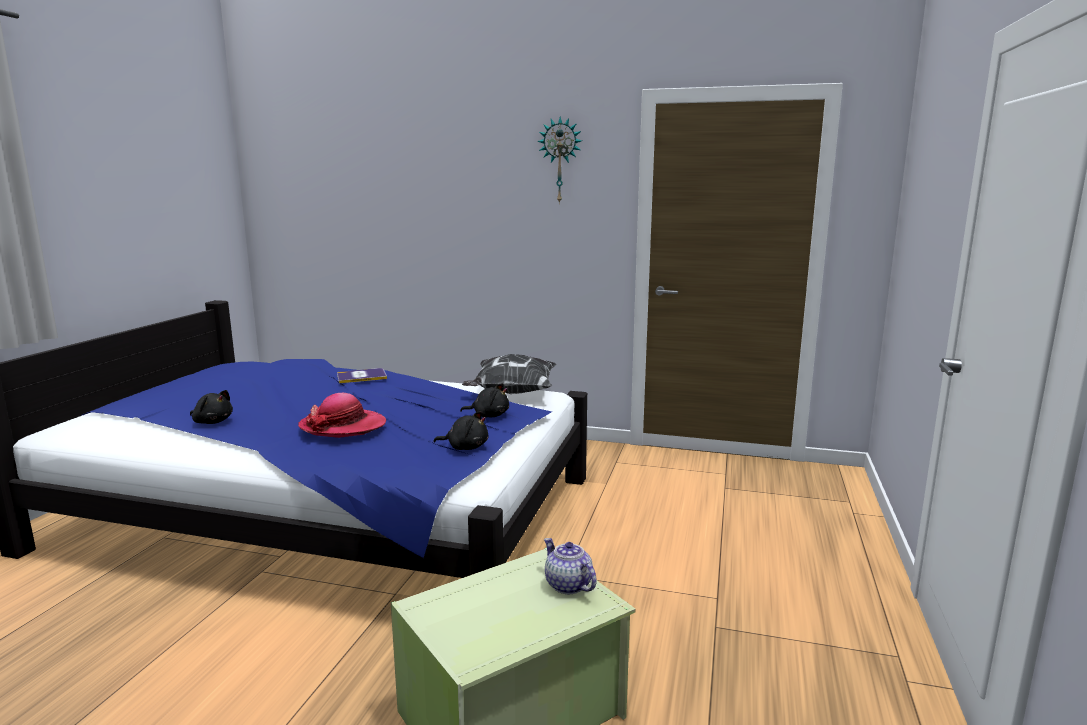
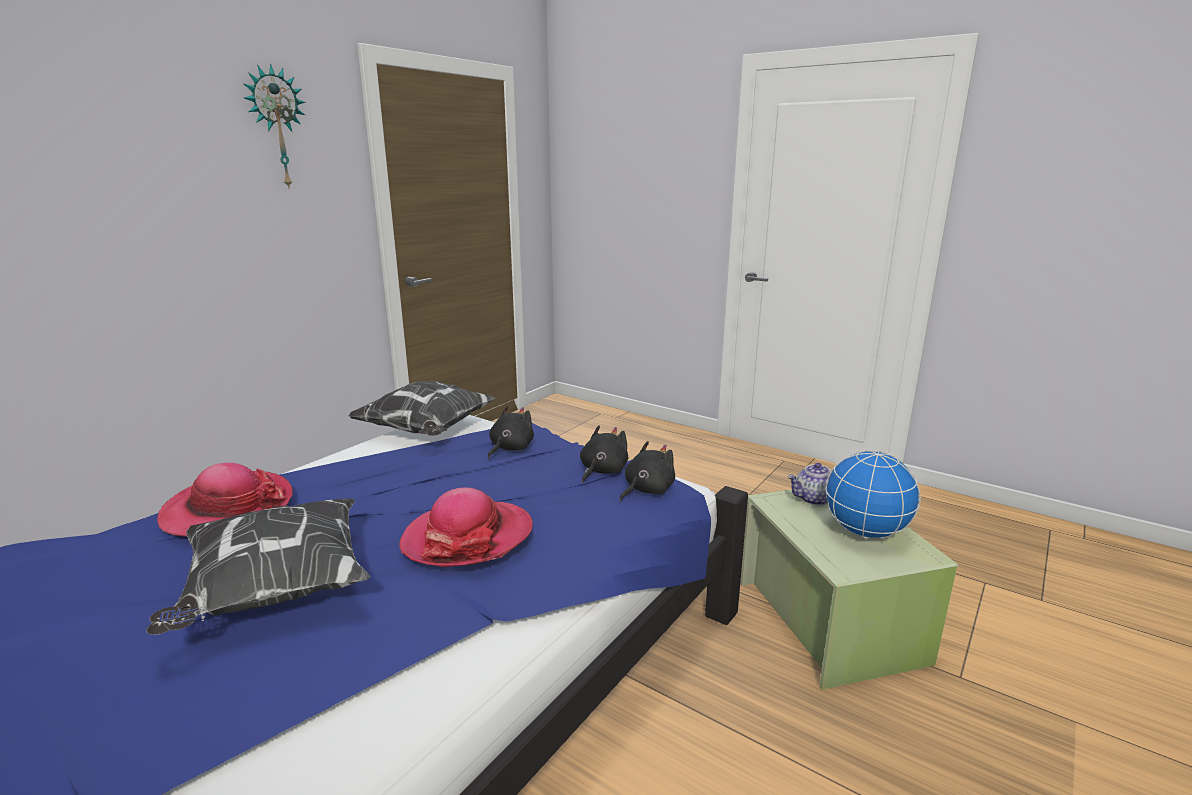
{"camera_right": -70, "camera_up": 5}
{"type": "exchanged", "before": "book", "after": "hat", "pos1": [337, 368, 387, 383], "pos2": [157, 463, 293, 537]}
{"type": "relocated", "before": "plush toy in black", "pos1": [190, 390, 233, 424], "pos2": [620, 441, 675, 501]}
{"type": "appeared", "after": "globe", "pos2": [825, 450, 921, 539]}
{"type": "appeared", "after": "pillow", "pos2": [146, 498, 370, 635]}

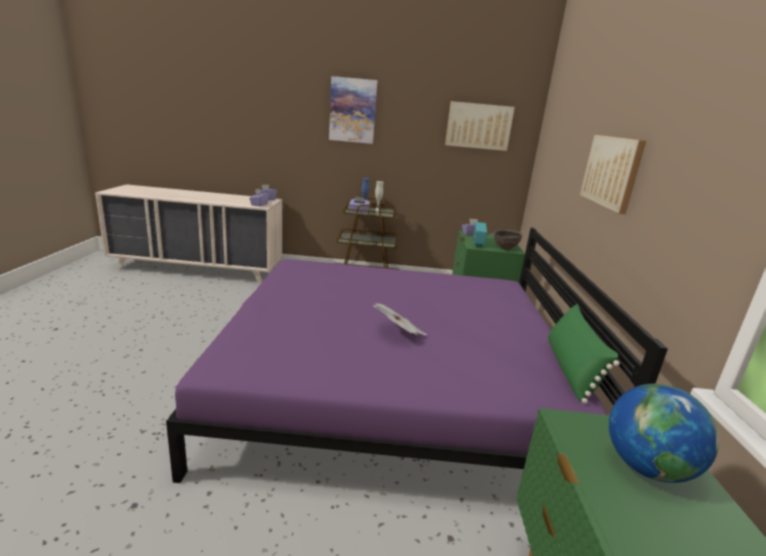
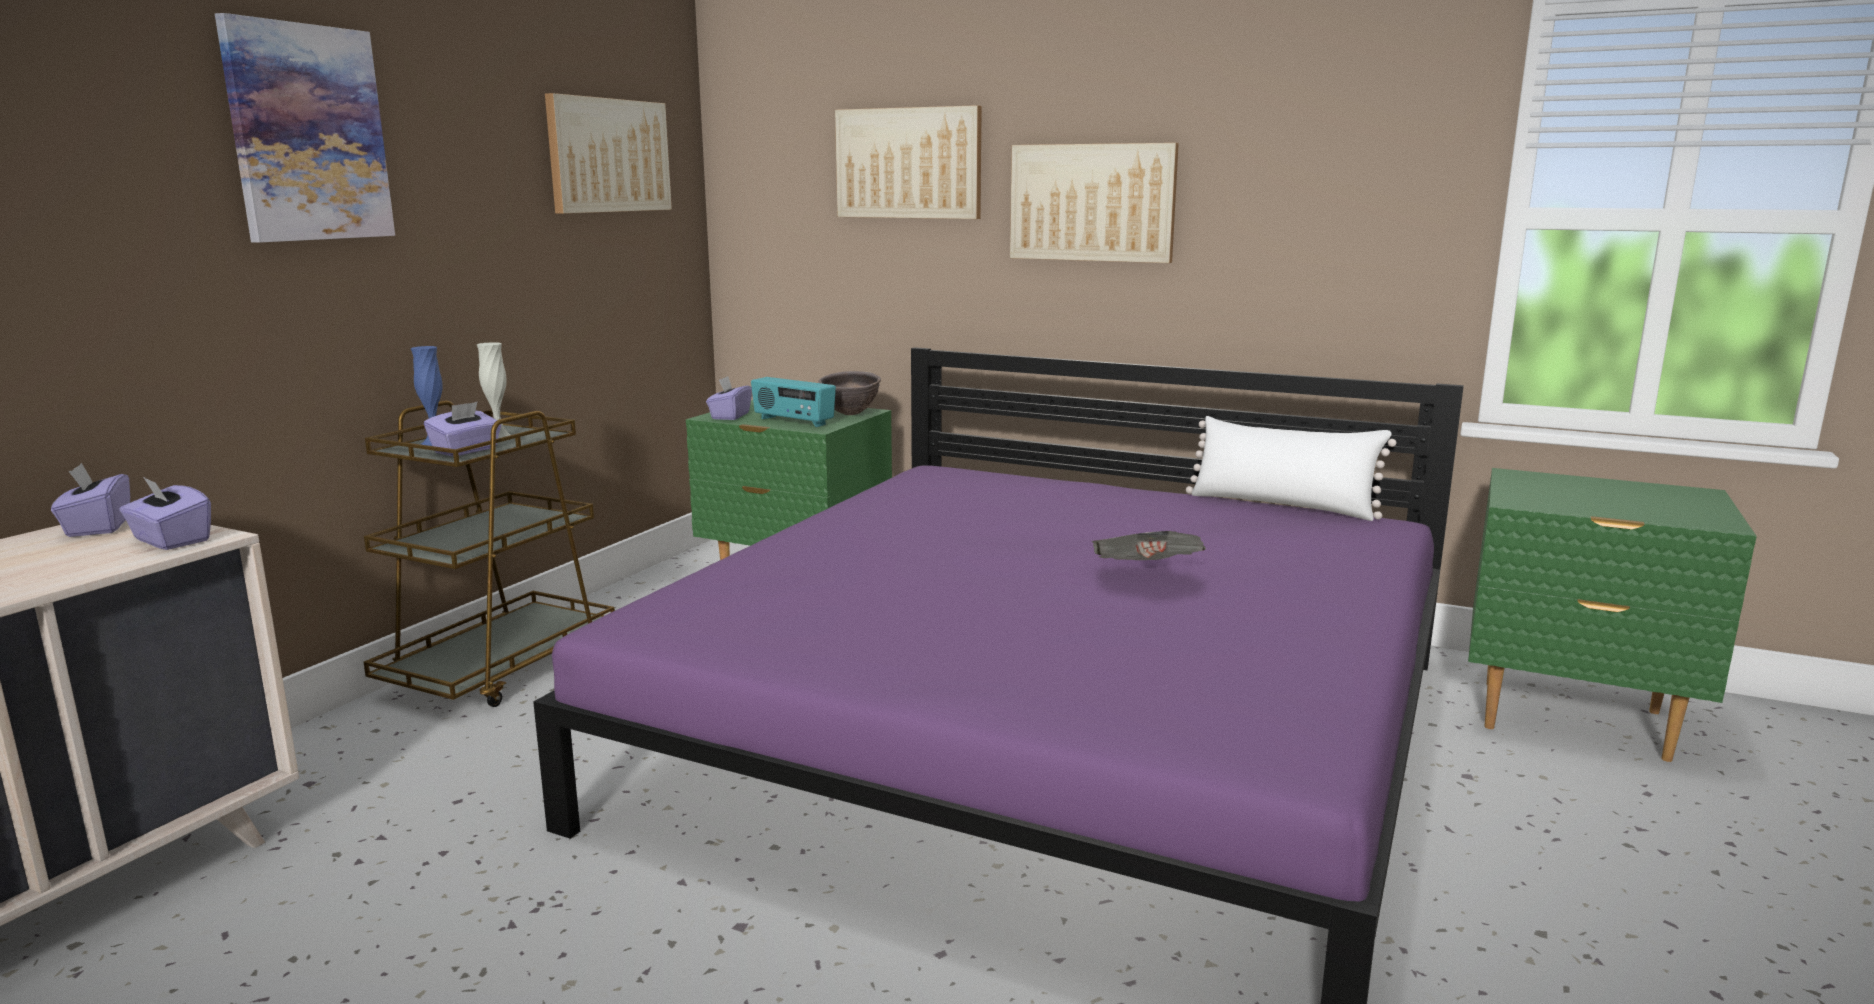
{"camera_right": -65, "camera_up": -5}
{"type": "colour", "before": "pillow in green", "after": "pillow in white", "pos1": [548, 304, 620, 404], "pos2": [1186, 416, 1397, 521]}
{"type": "missing", "before": "globe", "pos1": [609, 384, 719, 483]}
{"type": "appeared", "after": "picture", "pos2": [835, 105, 982, 219]}

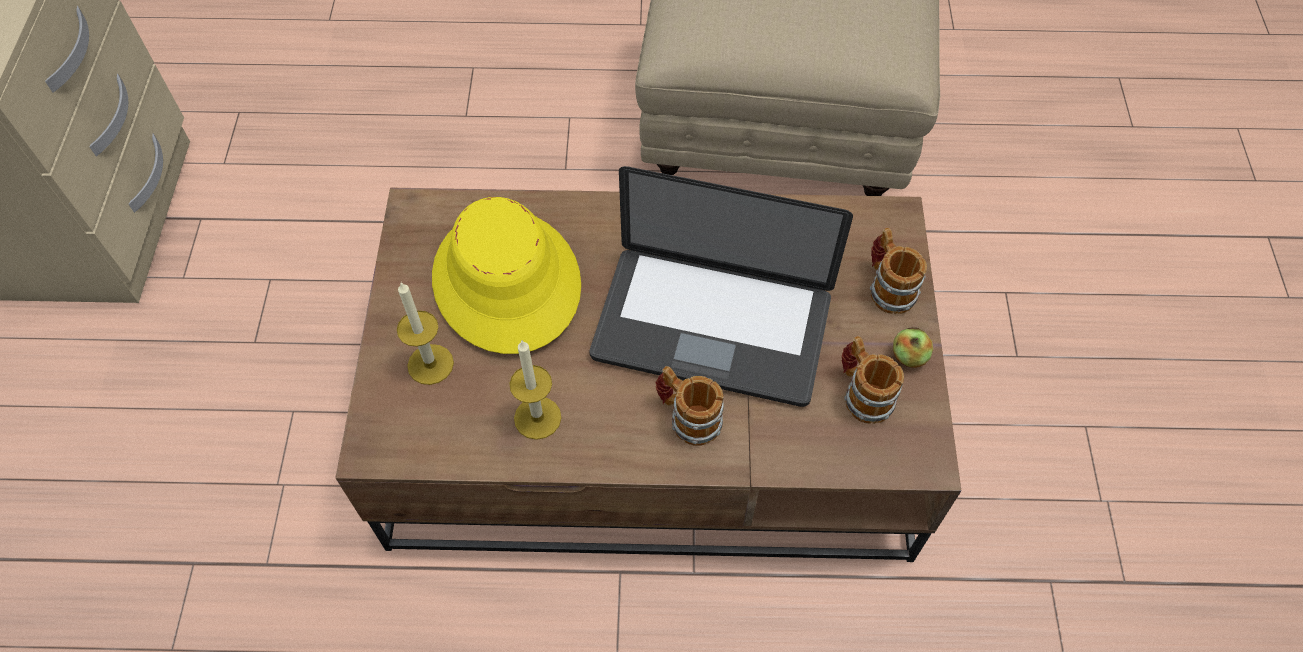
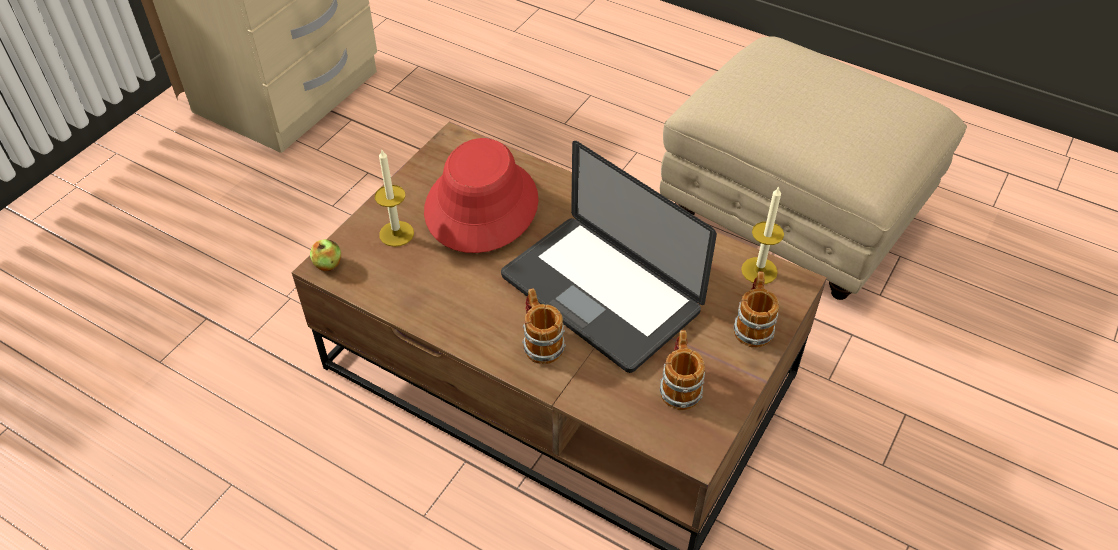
{"camera_right": 30, "camera_up": -10}
{"type": "colour", "before": "hat in yellow", "after": "hat in red", "pos1": [432, 197, 581, 354], "pos2": [424, 138, 539, 253]}
{"type": "relocated", "before": "apple", "pos1": [893, 327, 933, 368], "pos2": [310, 239, 341, 271]}
{"type": "relocated", "before": "candle", "pos1": [509, 341, 561, 440], "pos2": [741, 186, 784, 284]}

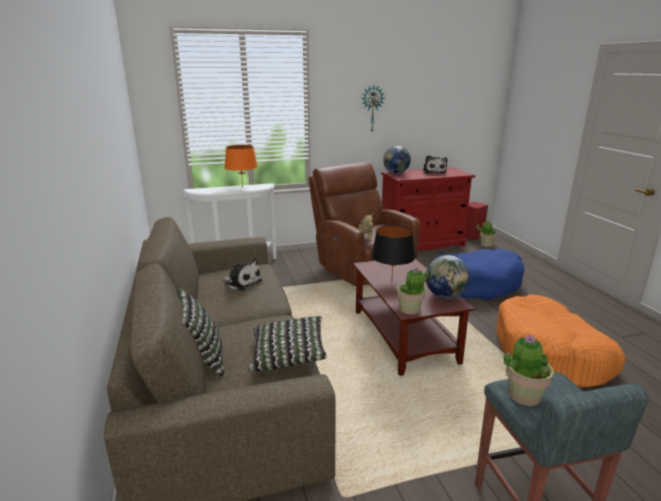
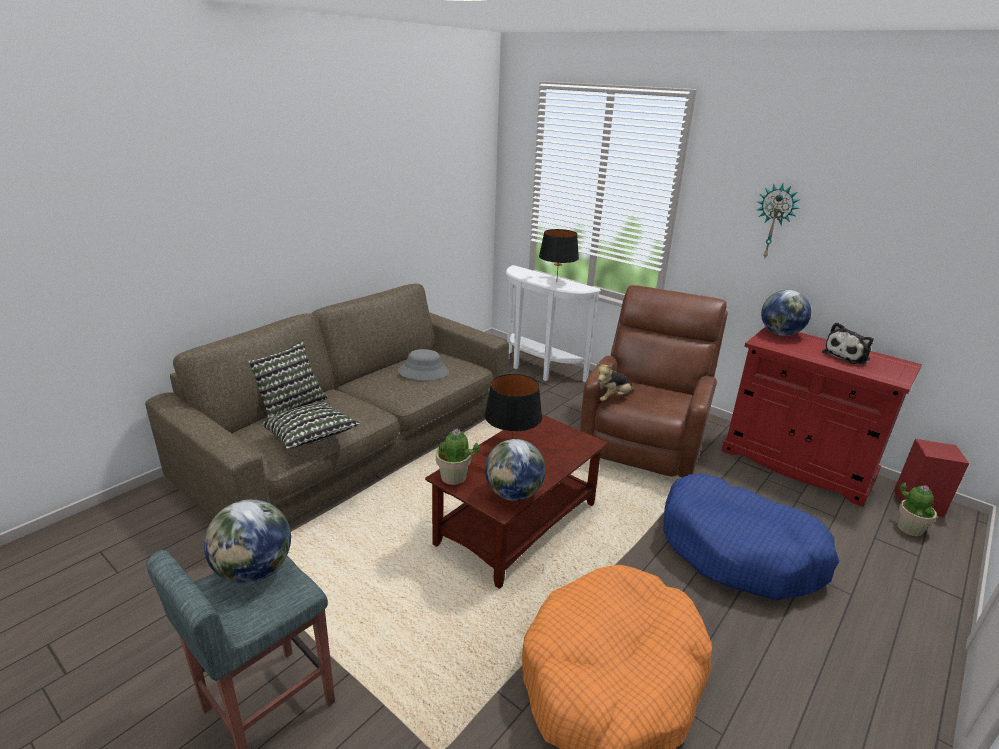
{"camera_right": 55, "camera_up": 5}
{"type": "colour", "before": "table lamp in orange", "after": "table lamp in black", "pos1": [225, 145, 258, 188], "pos2": [539, 229, 579, 283]}
{"type": "exchanged", "before": "plush toy", "after": "hat in grey", "pos1": [223, 258, 263, 291], "pos2": [398, 349, 449, 381]}
{"type": "exchanged", "before": "potted plant", "after": "globe", "pos1": [503, 334, 554, 406], "pos2": [204, 499, 291, 584]}

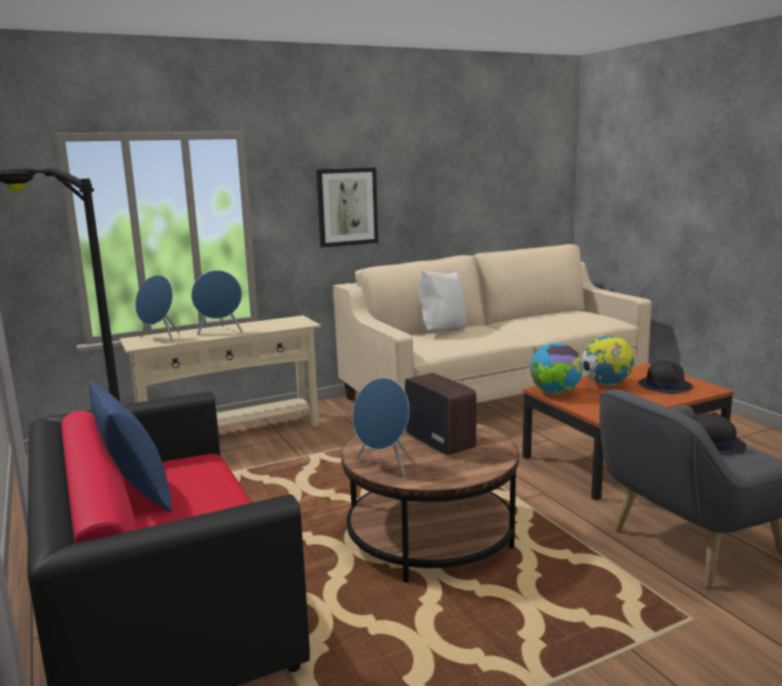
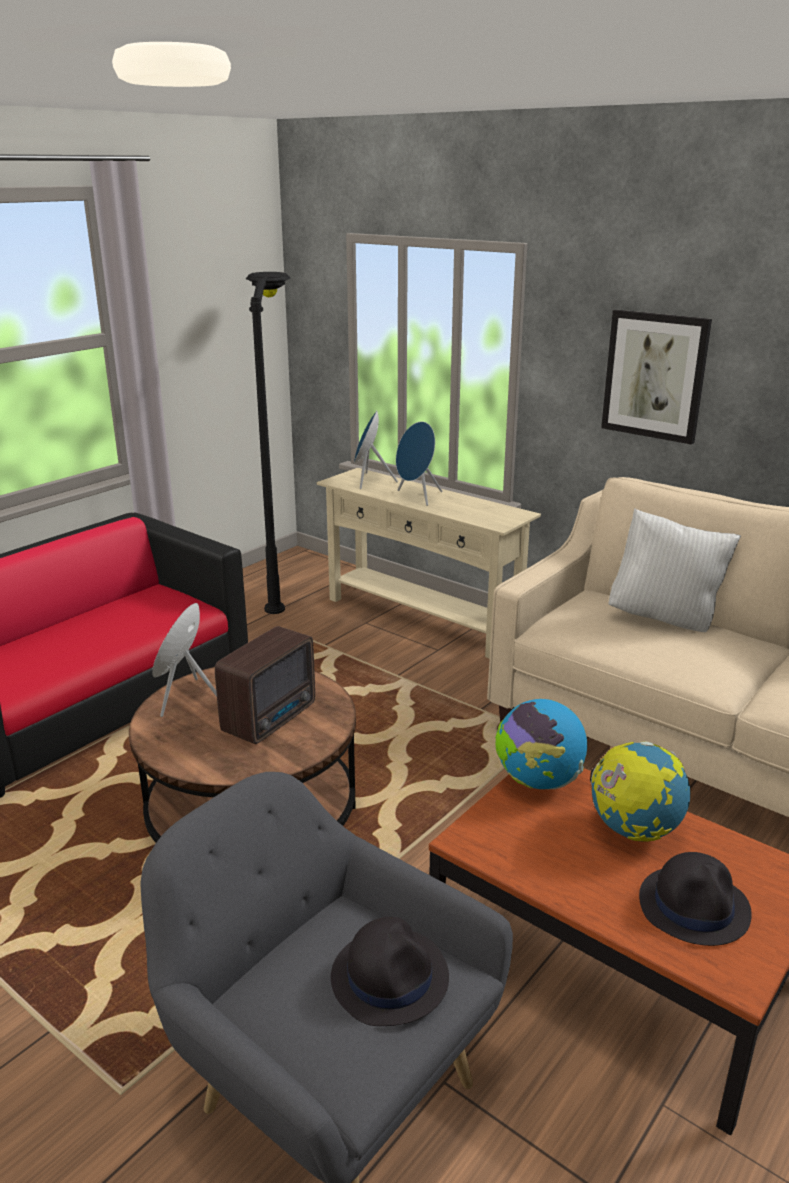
{"camera_right": 65, "camera_up": 10}
{"type": "missing", "before": "pillow in blue", "pos1": [89, 381, 172, 513]}

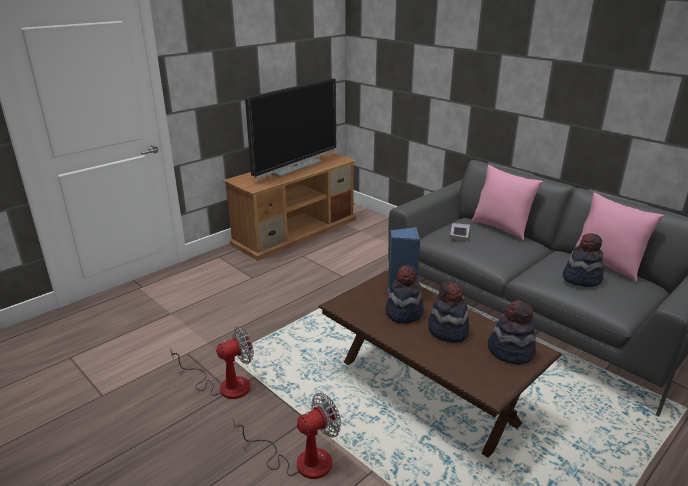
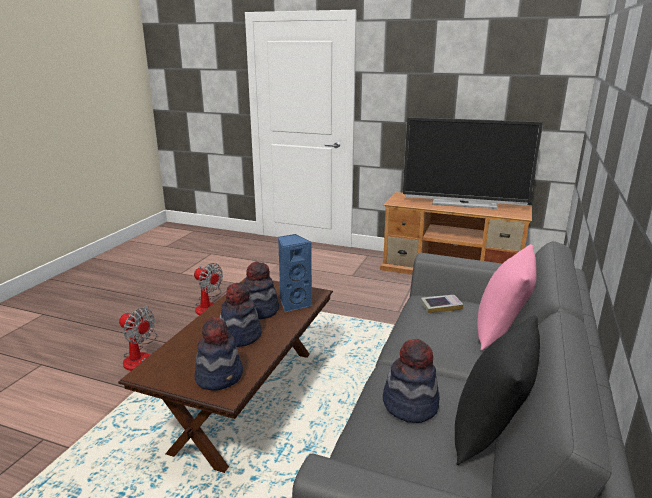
{"camera_right": 65, "camera_up": -5}
{"type": "colour", "before": "pillow in pink", "after": "pillow in black", "pos1": [571, 193, 664, 282], "pos2": [455, 315, 540, 465]}

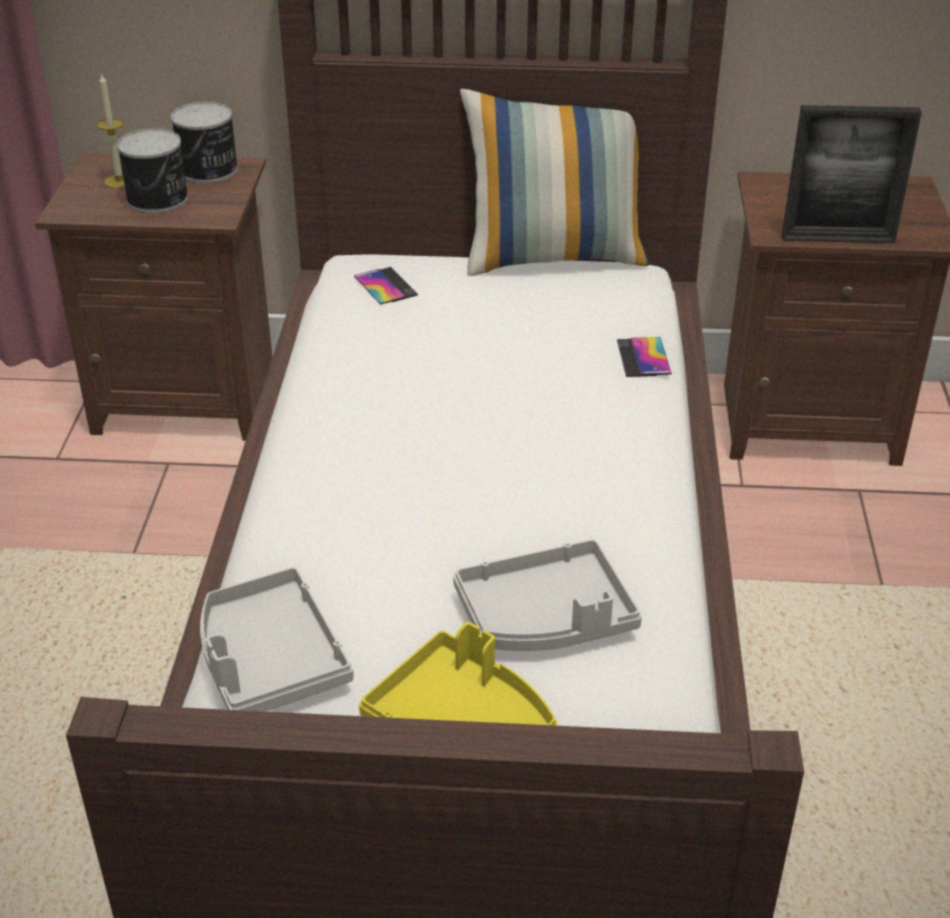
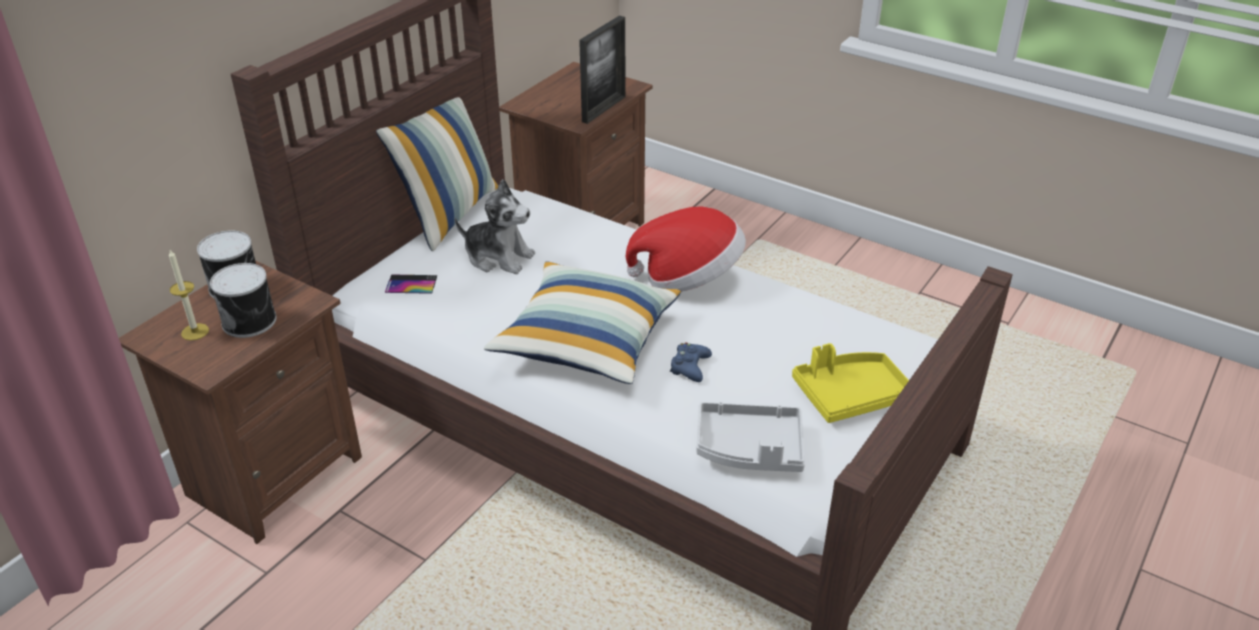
{"camera_right": -60, "camera_up": 0}
{"type": "missing", "before": "phone", "pos1": [617, 337, 672, 377]}
{"type": "missing", "before": "tray in grey", "pos1": [453, 539, 642, 651]}
{"type": "appeared", "after": "plush toy", "pos2": [455, 179, 535, 274]}
{"type": "appeared", "after": "hat", "pos2": [626, 206, 746, 291]}
{"type": "appeared", "after": "pillow", "pos2": [484, 261, 681, 384]}
{"type": "appeared", "after": "game controller in blue", "pos2": [670, 343, 712, 382]}

